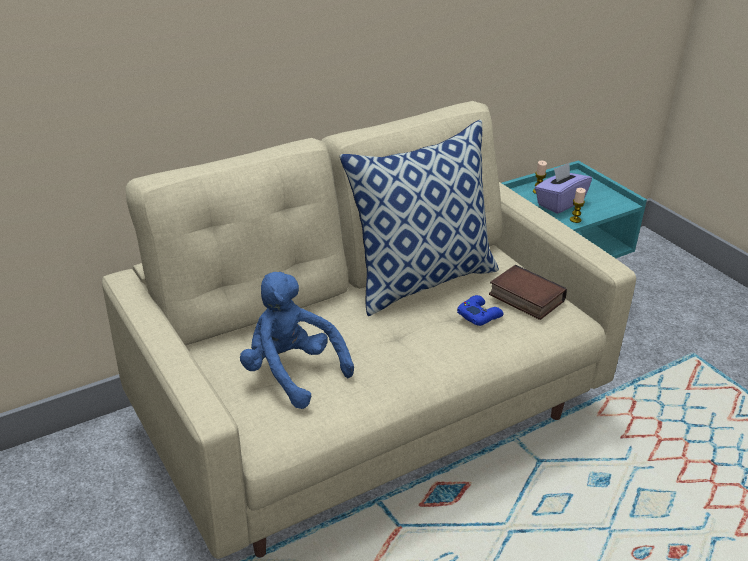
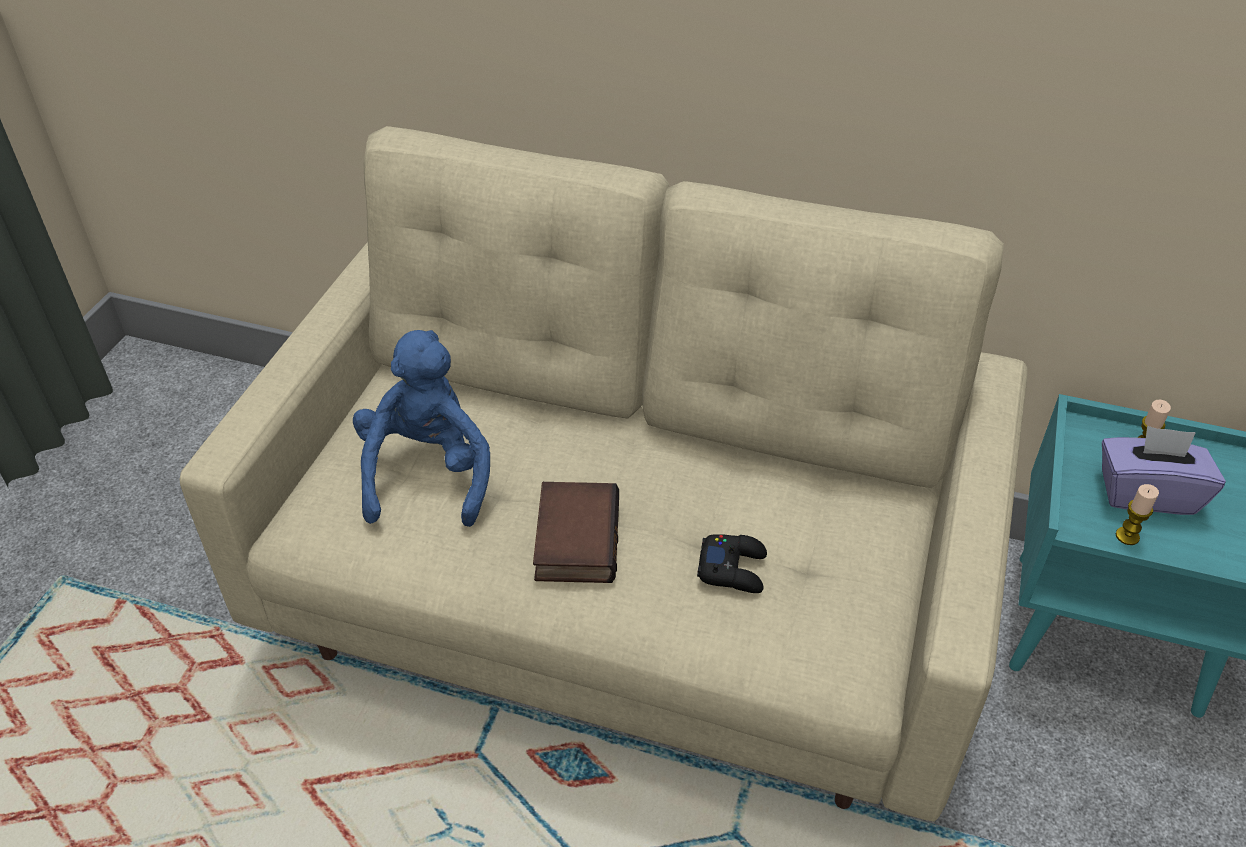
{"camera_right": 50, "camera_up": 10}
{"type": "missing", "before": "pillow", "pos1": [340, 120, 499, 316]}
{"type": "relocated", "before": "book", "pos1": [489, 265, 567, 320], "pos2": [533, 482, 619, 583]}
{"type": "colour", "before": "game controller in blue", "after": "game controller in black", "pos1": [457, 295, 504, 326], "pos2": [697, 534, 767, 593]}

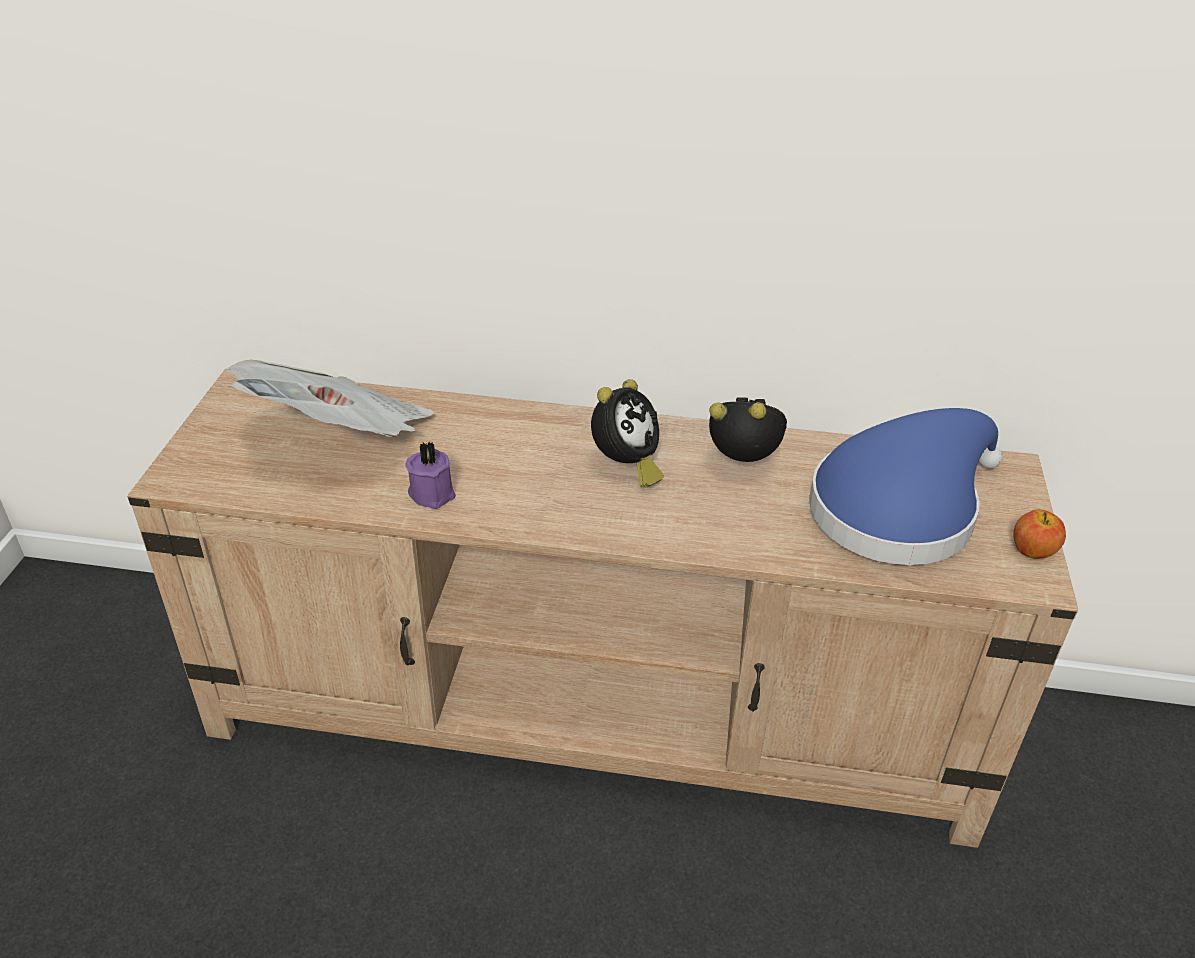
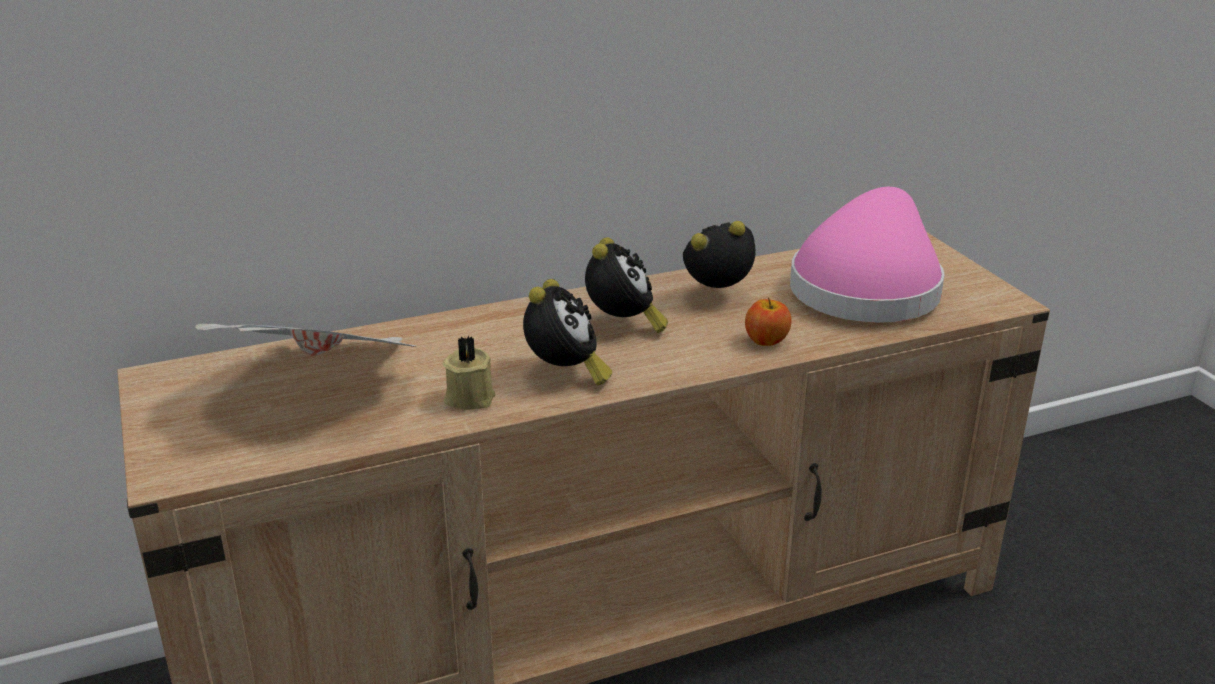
{"camera_right": -30, "camera_up": -10}
{"type": "colour", "before": "hat in blue", "after": "hat in pink", "pos1": [809, 408, 1003, 565], "pos2": [790, 187, 945, 323]}
{"type": "colour", "before": "candle in purple", "after": "candle in beige", "pos1": [405, 441, 456, 509], "pos2": [443, 336, 496, 410]}
{"type": "relocated", "before": "apple", "pos1": [1013, 509, 1066, 559], "pos2": [745, 297, 792, 346]}
{"type": "appeared", "after": "alarm clock", "pos2": [523, 279, 612, 386]}

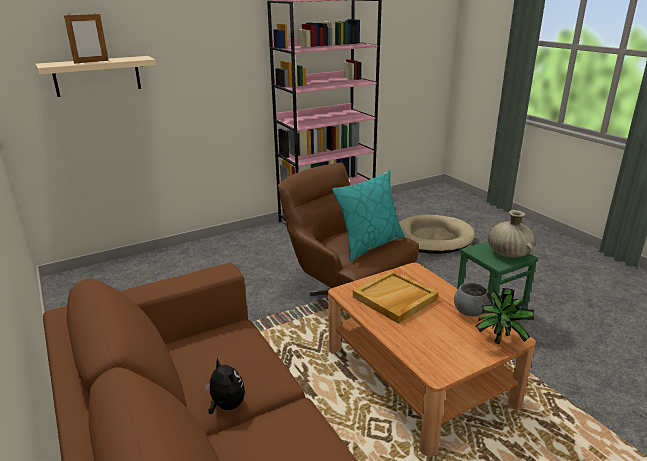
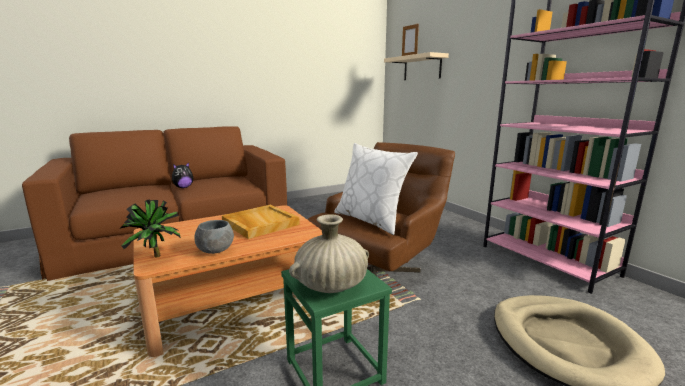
{"camera_right": 90, "camera_up": -10}
{"type": "colour", "before": "pillow in turquoise", "after": "pillow in white", "pos1": [332, 170, 405, 261], "pos2": [334, 143, 418, 235]}

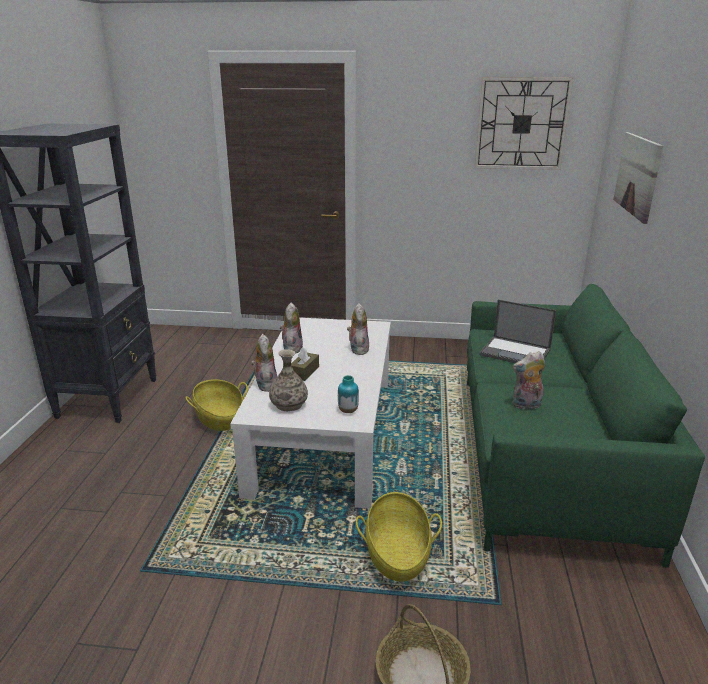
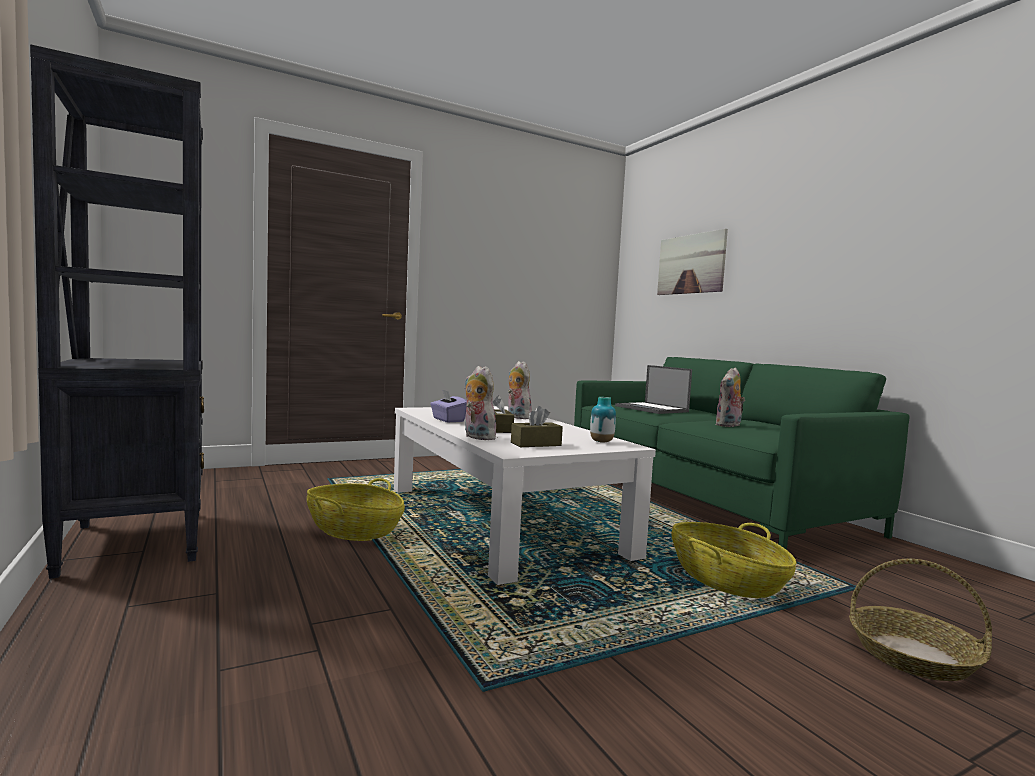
{"camera_right": -35, "camera_up": -20}
{"type": "missing", "before": "wall clock", "pos1": [474, 77, 574, 170]}
{"type": "spun", "before": "laptop", "pos1": [479, 300, 556, 363], "pos2": [615, 365, 692, 414], "turn": 60}
{"type": "exchanged", "before": "plush toy", "after": "tissue box in purple", "pos1": [280, 302, 303, 354], "pos2": [430, 390, 467, 422]}
{"type": "exchanged", "before": "vase", "after": "tissue box in brown", "pos1": [269, 349, 308, 411], "pos2": [511, 406, 563, 447]}

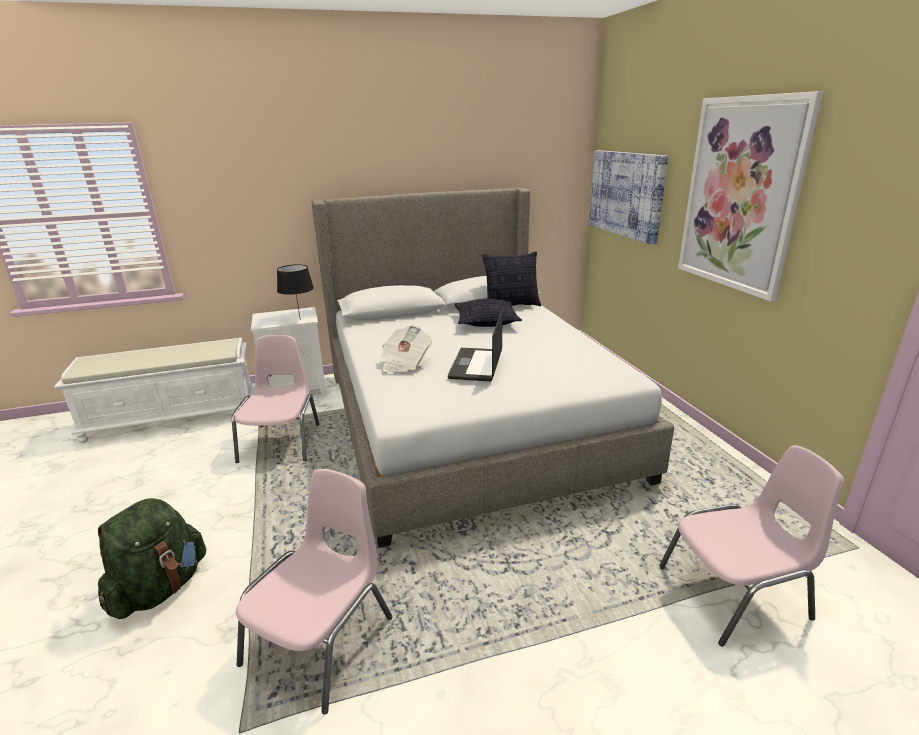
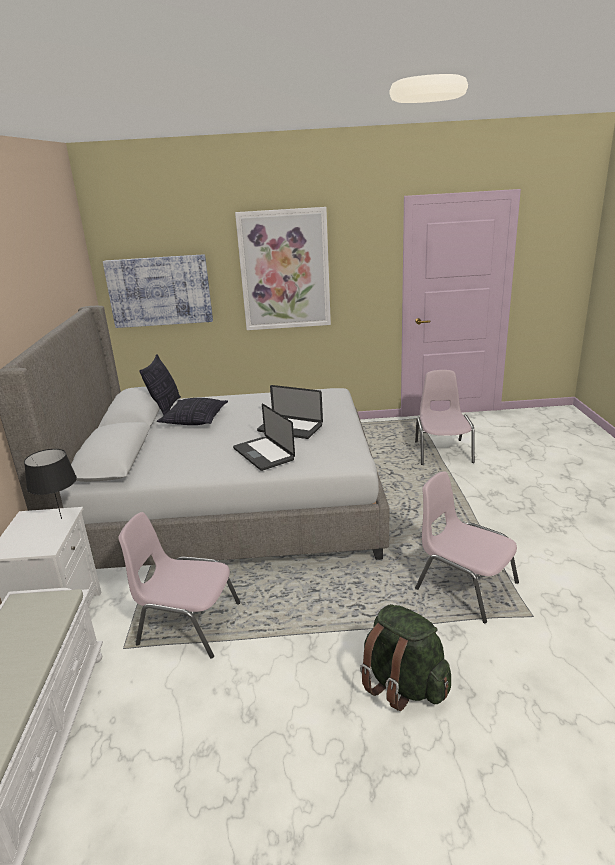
{"camera_right": -75, "camera_up": 0}
{"type": "exchanged", "before": "newspaper", "after": "laptop", "pos1": [381, 325, 432, 373], "pos2": [233, 403, 295, 471]}

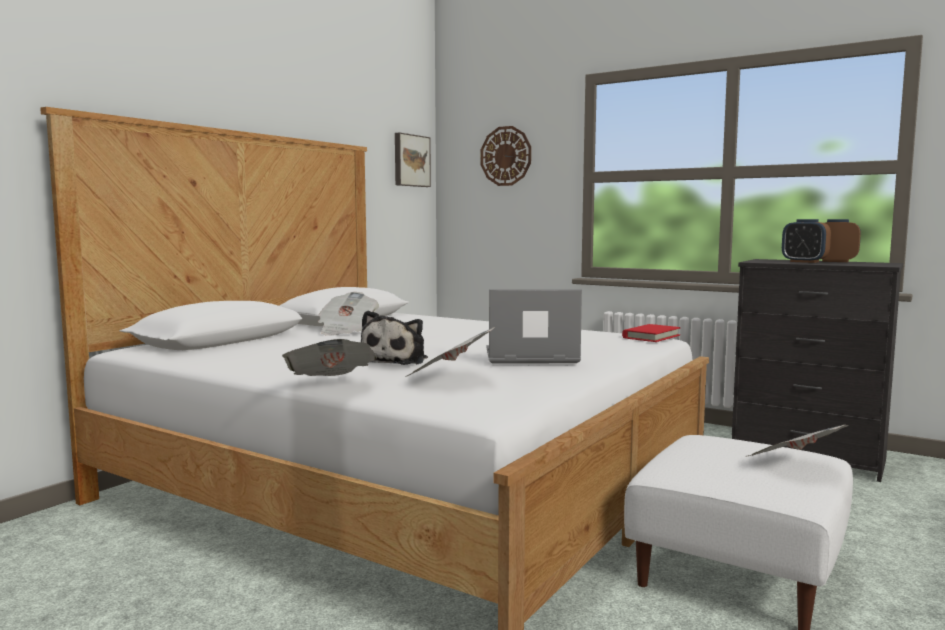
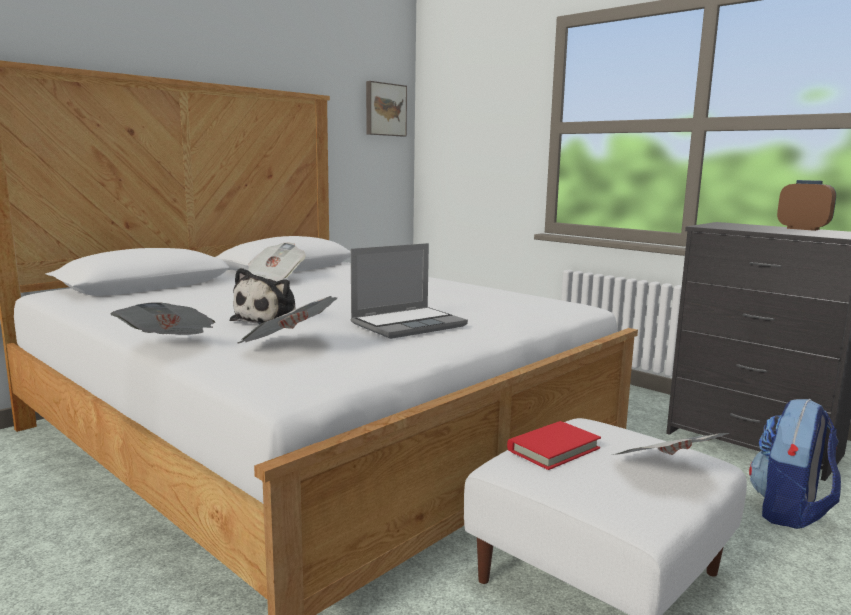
{"camera_right": 10, "camera_up": 5}
{"type": "missing", "before": "wall clock", "pos1": [481, 126, 531, 186]}
{"type": "missing", "before": "alarm clock", "pos1": [782, 219, 831, 263]}
{"type": "spun", "before": "laptop", "pos1": [487, 289, 582, 364], "pos2": [351, 243, 468, 339], "turn": 135}
{"type": "relocated", "before": "book in red", "pos1": [622, 324, 681, 342], "pos2": [507, 421, 601, 470]}
{"type": "appeared", "after": "backpack", "pos2": [749, 399, 841, 529]}

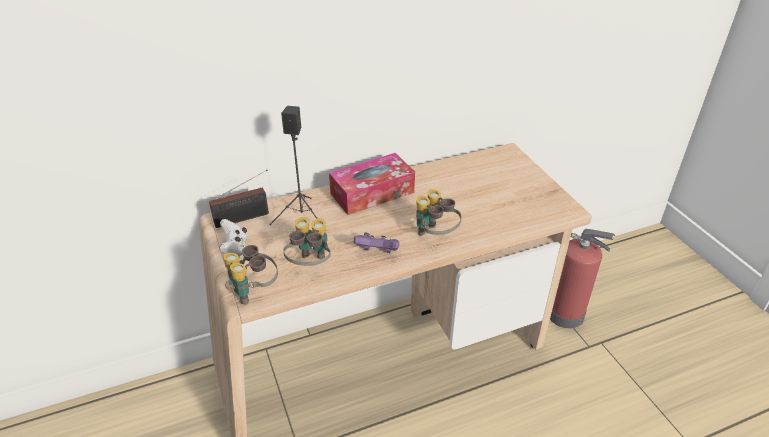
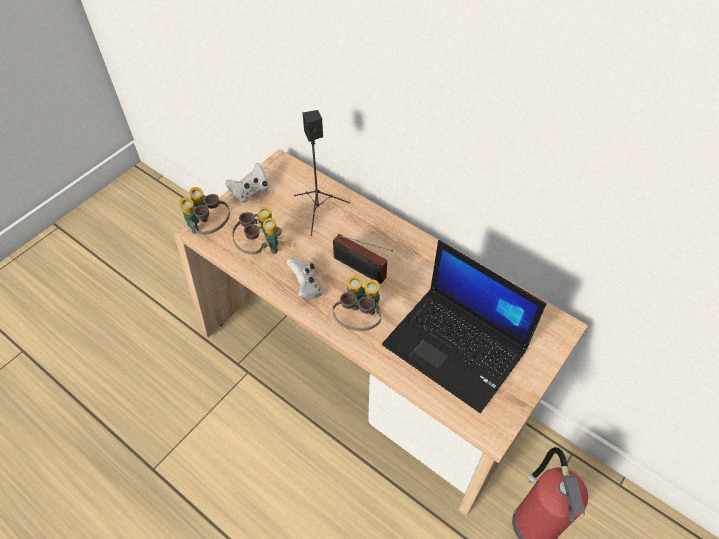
{"camera_right": 60, "camera_up": 15}
{"type": "missing", "before": "tissue box", "pos1": [329, 153, 415, 215]}
{"type": "relocated", "before": "radio", "pos1": [209, 170, 269, 228], "pos2": [333, 234, 393, 284]}
{"type": "colour", "before": "game controller in purple", "after": "game controller in white", "pos1": [354, 233, 400, 253], "pos2": [287, 258, 322, 299]}
{"type": "appeared", "after": "laptop", "pos2": [382, 240, 546, 413]}

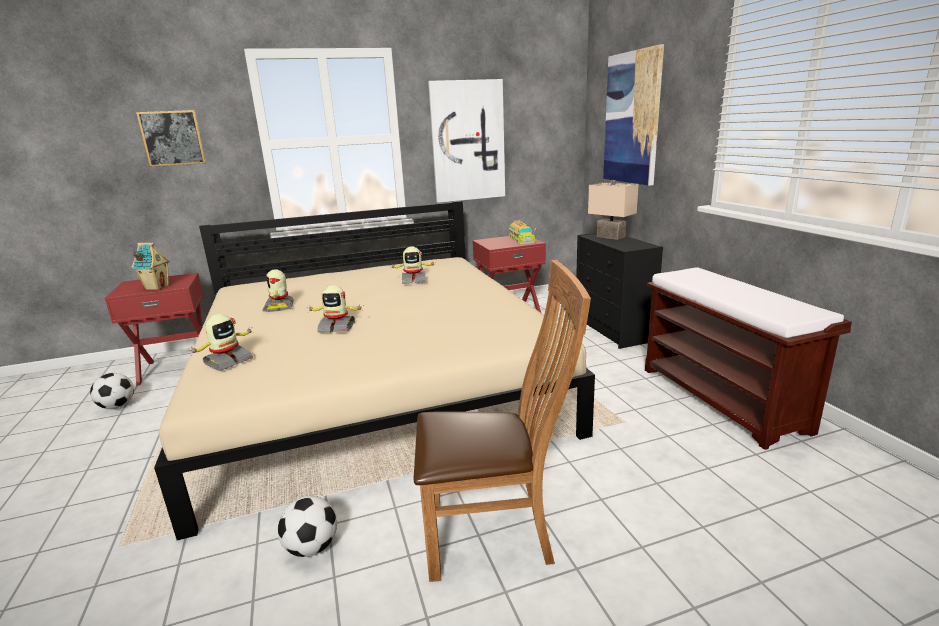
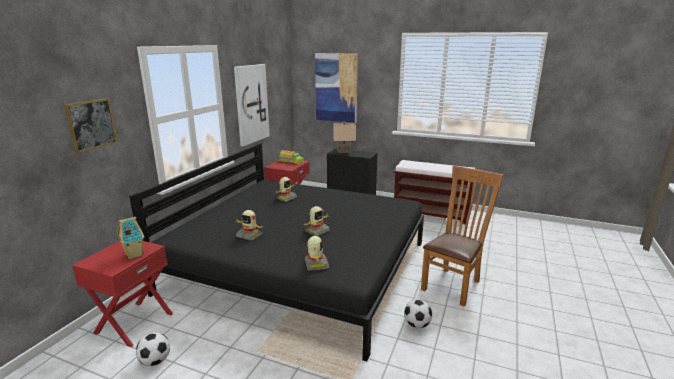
{"camera_right": -50, "camera_up": 0}
{"type": "colour", "before": "bed in beige", "after": "bed in black", "pos1": [154, 201, 595, 540], "pos2": [129, 143, 424, 361]}

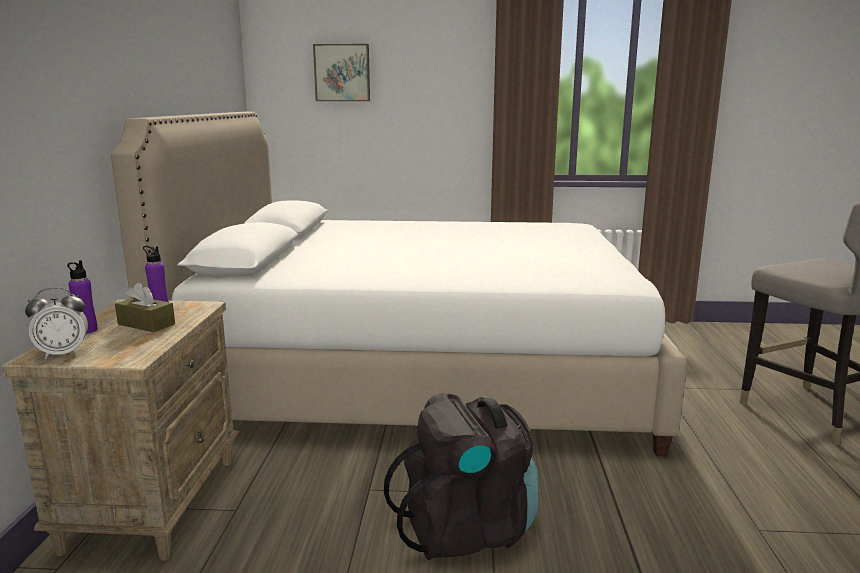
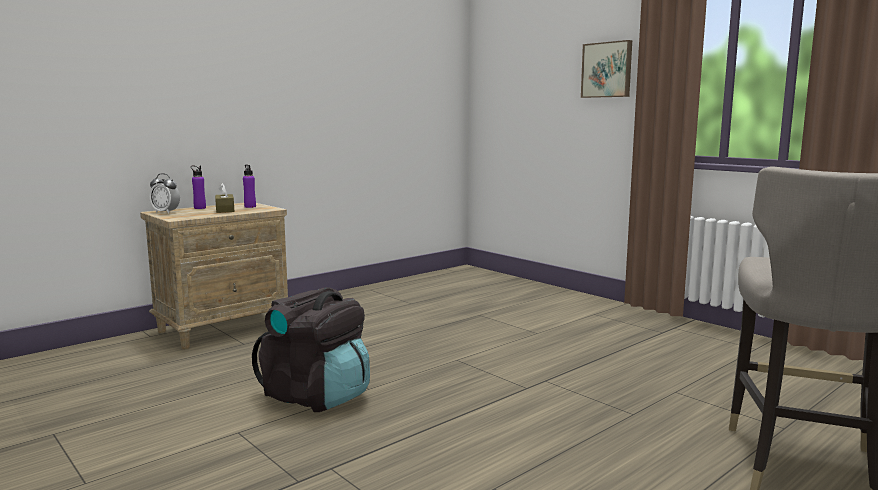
{"camera_right": 45, "camera_up": -5}
{"type": "relocated", "before": "picture", "pos1": [313, 44, 370, 101], "pos2": [581, 40, 632, 98]}
{"type": "missing", "before": "bed in white", "pos1": [111, 112, 687, 457]}

